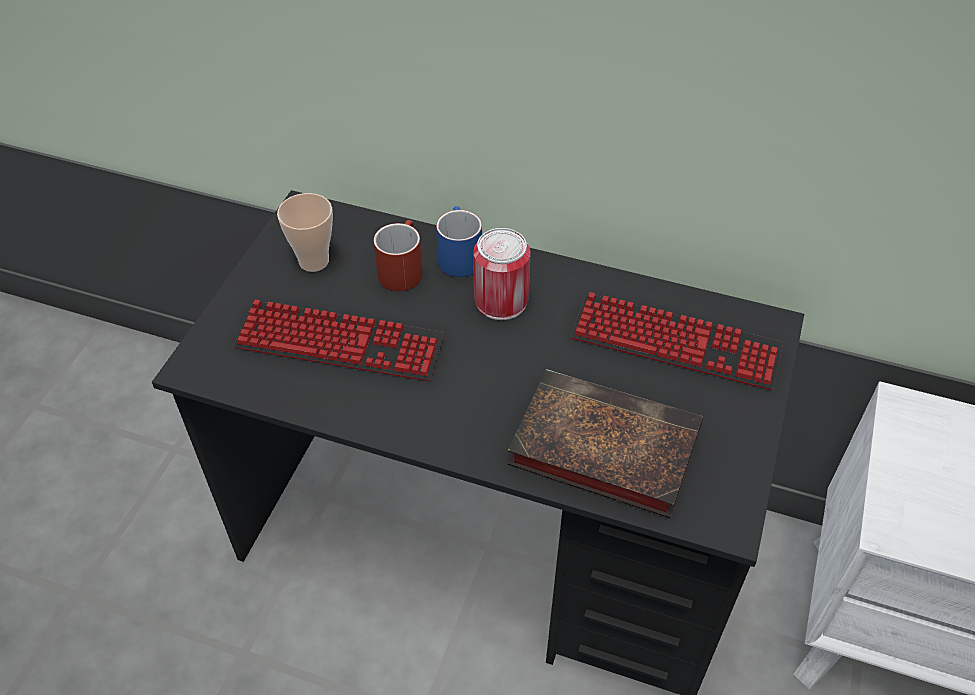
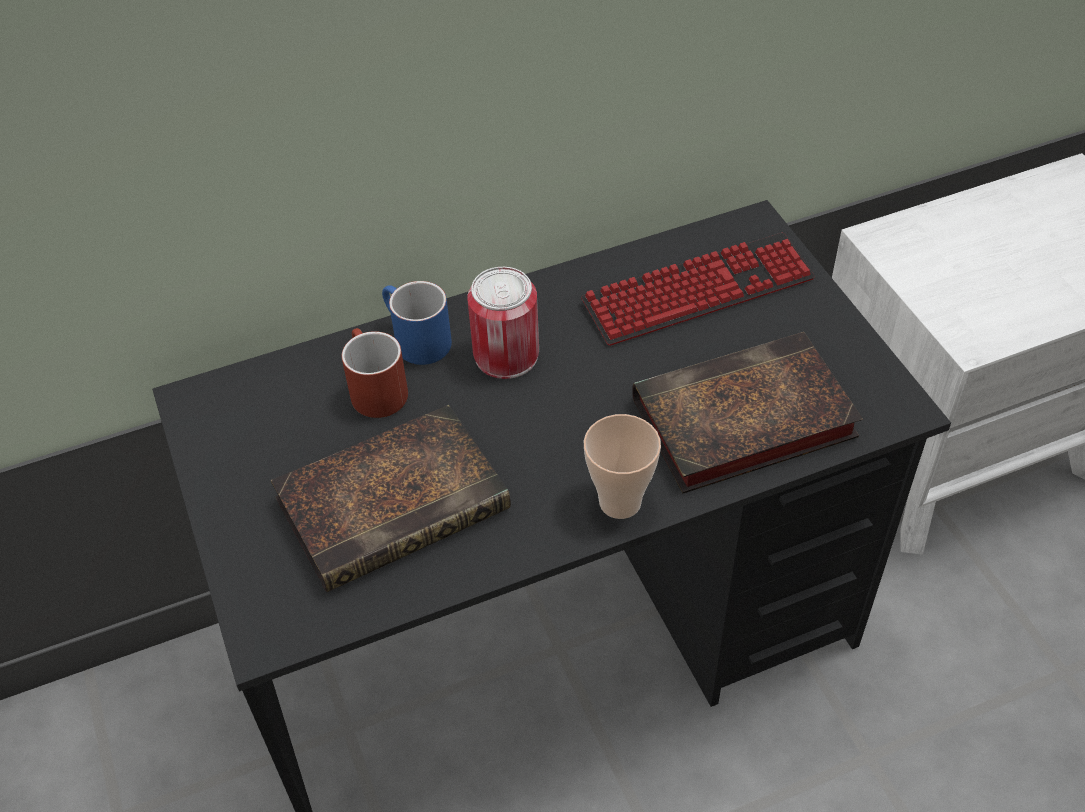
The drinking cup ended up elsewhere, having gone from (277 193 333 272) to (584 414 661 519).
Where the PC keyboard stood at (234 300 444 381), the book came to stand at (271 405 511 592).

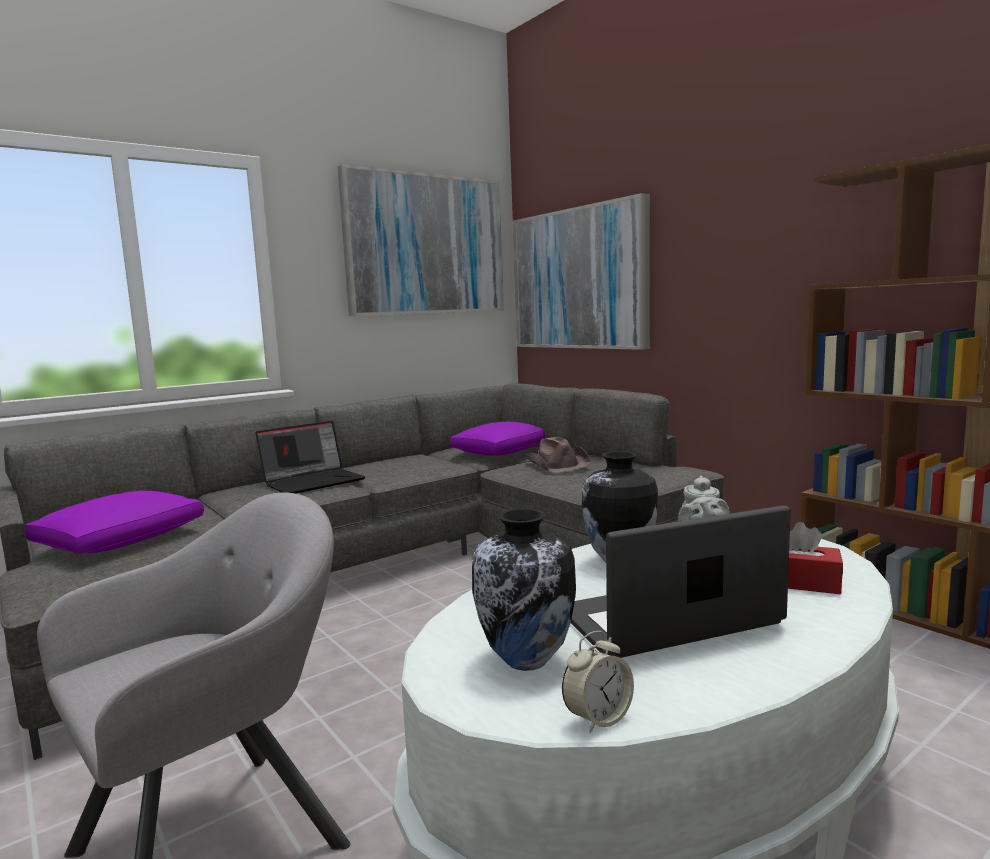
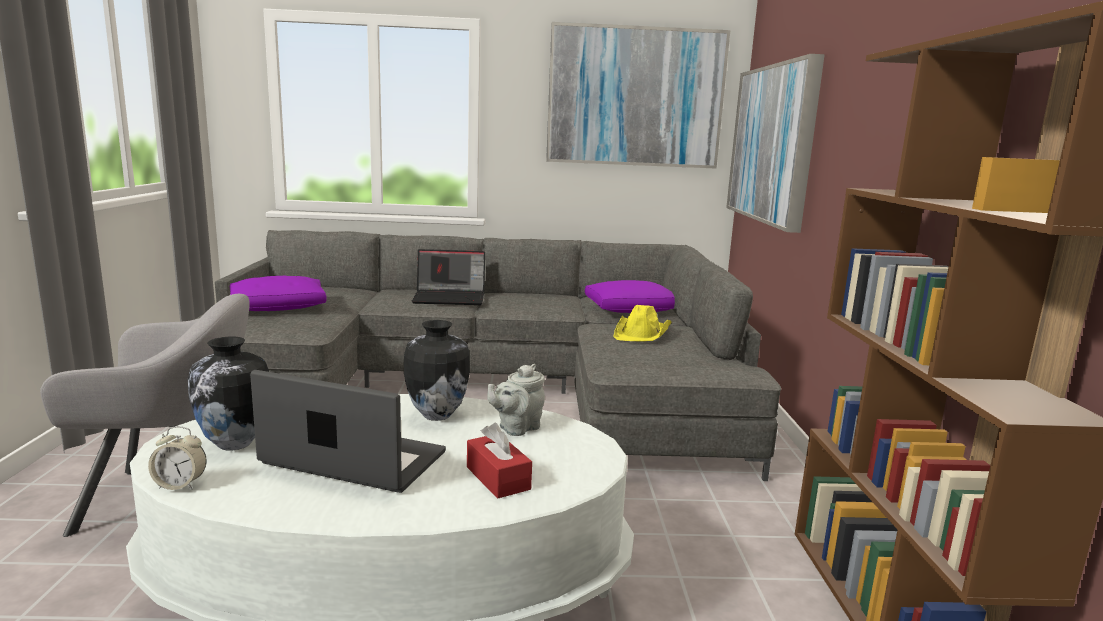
What was the brown wearable hat at (526 437 591 473) turned into the yellow wearable hat at (613 305 671 342).

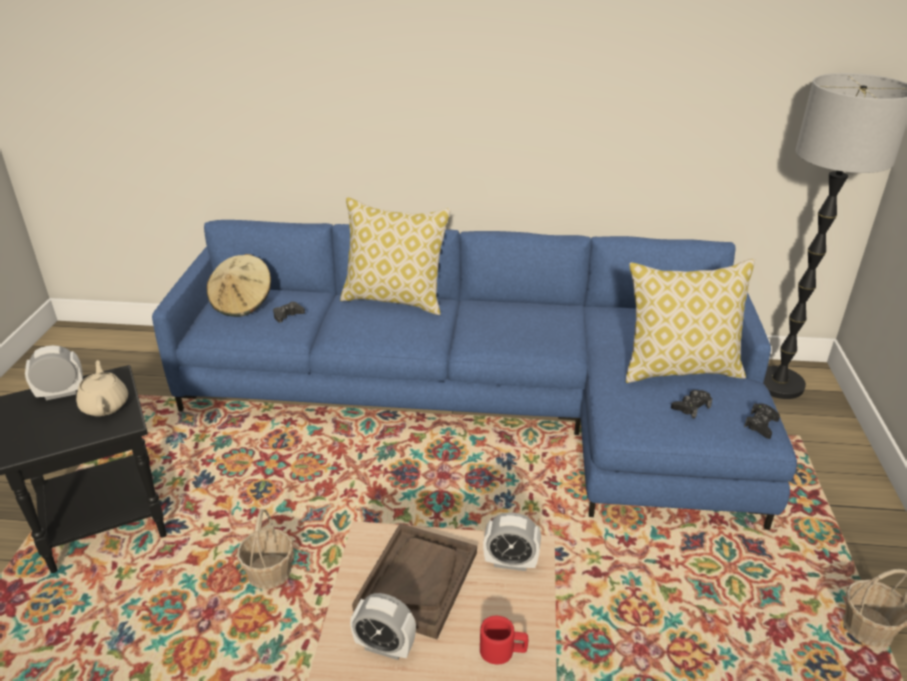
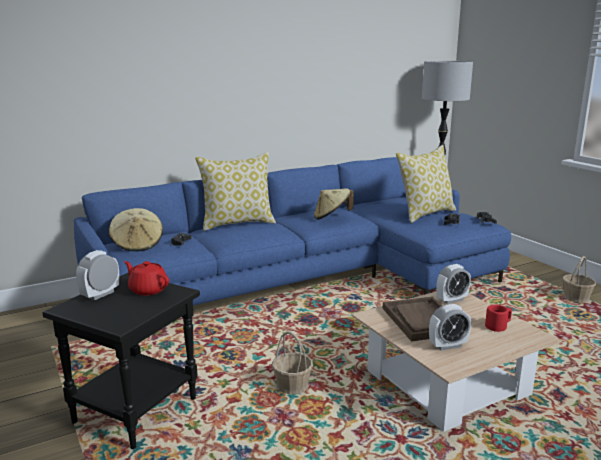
What was the beige-coloured pot for tea at (76 360 128 416) turned into the red pot for tea at (124 261 169 295).
The second view gained the beige-coloured wearable hat at (314 188 354 219).

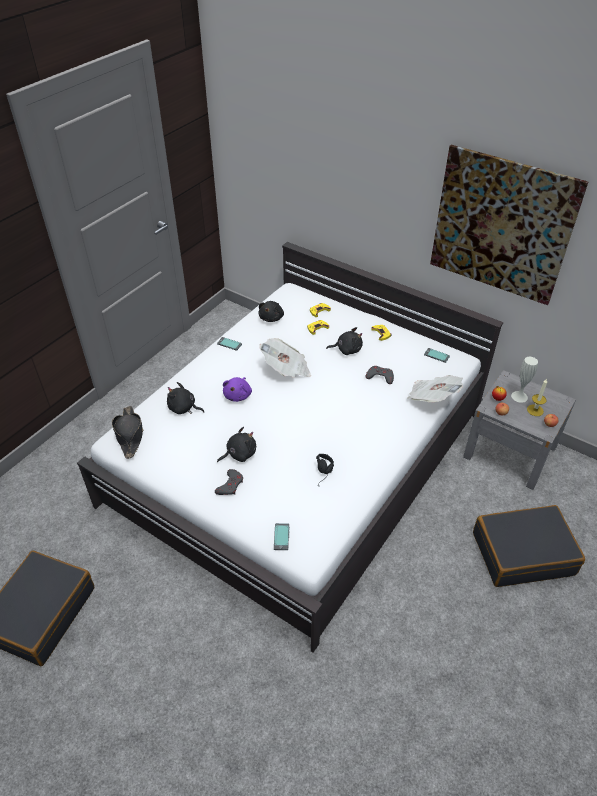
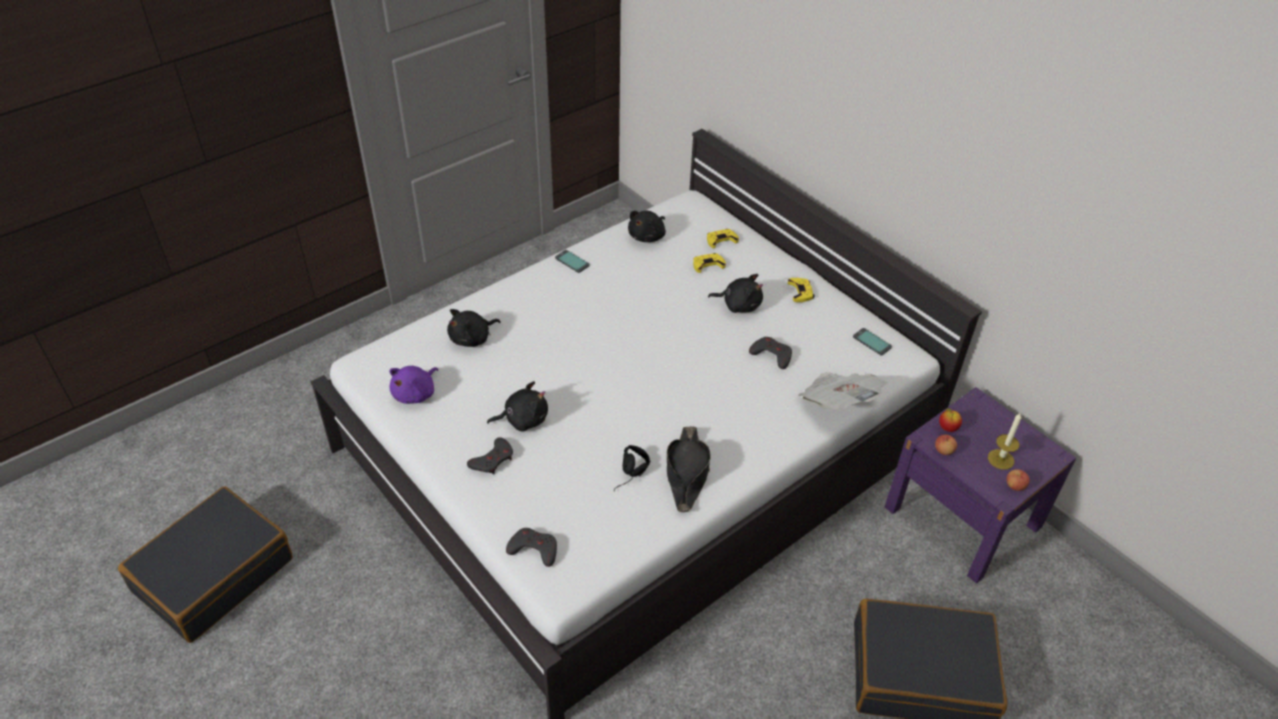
The second view lost the wall picture at (430 145 589 305).
The second view lost the newspaper at (259 338 311 378).
The second view lost the white-coloured decorative vase at (511 357 538 403).
What was the greyish night table at (463 370 576 490) turned into the purple-coloured night table at (885 387 1076 583).
The purple-coloured plush toy ended up elsewhere, having gone from (223 377 252 402) to (390 366 438 404).
The black-coloured plush toy at (167 382 204 414) ended up facing another way, 75 degrees counterclockwise from before.
The black-coloured wearable hat ended up elsewhere, having gone from (112 406 143 459) to (667 426 711 512).
Where the handset stood at (274 523 290 550), the greyish gamepad came to stand at (506 528 557 567).

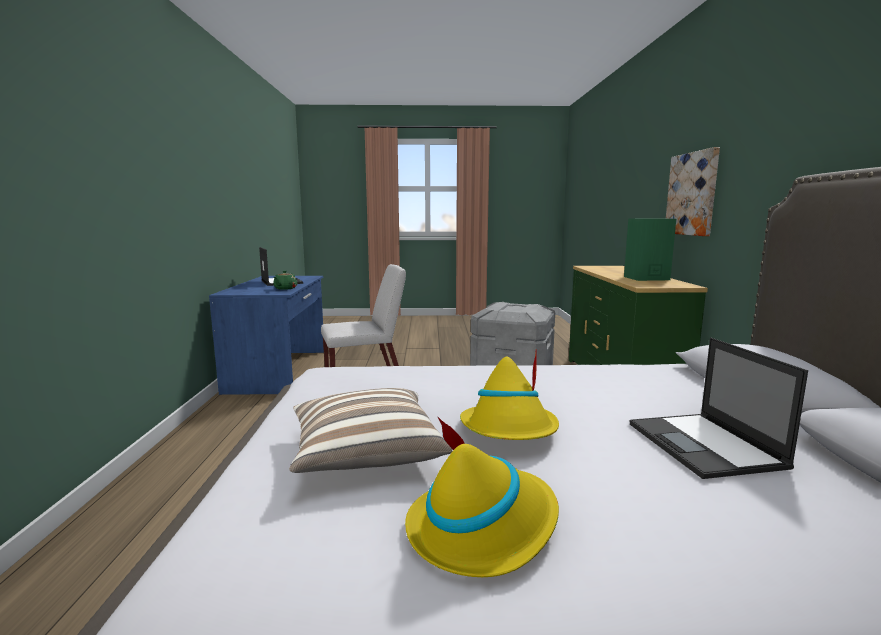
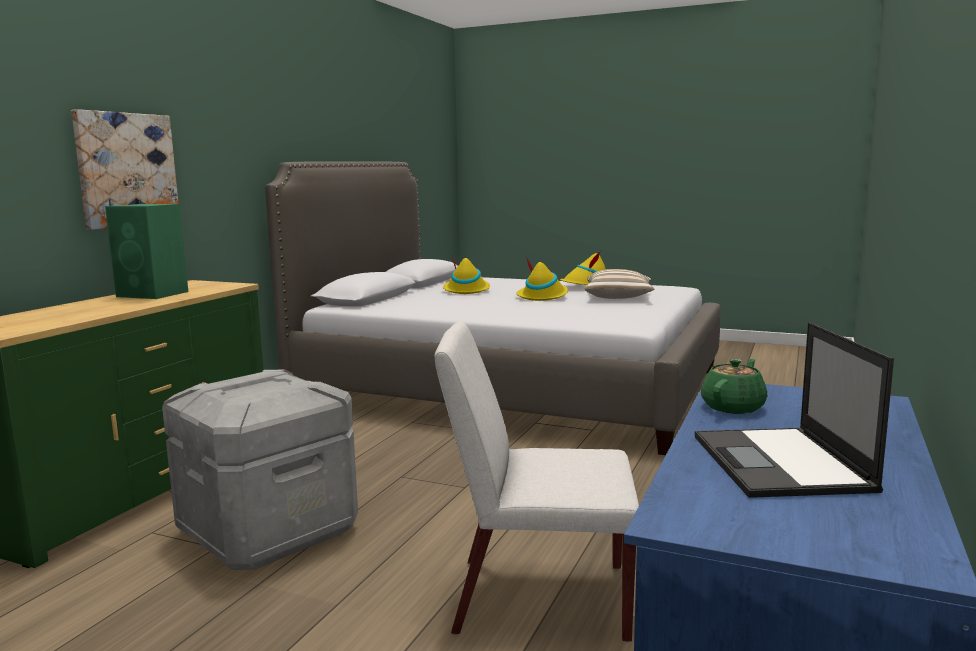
Where the portable computer stood at (630 337 808 479), the yellow wearable hat came to stand at (443 256 490 294).

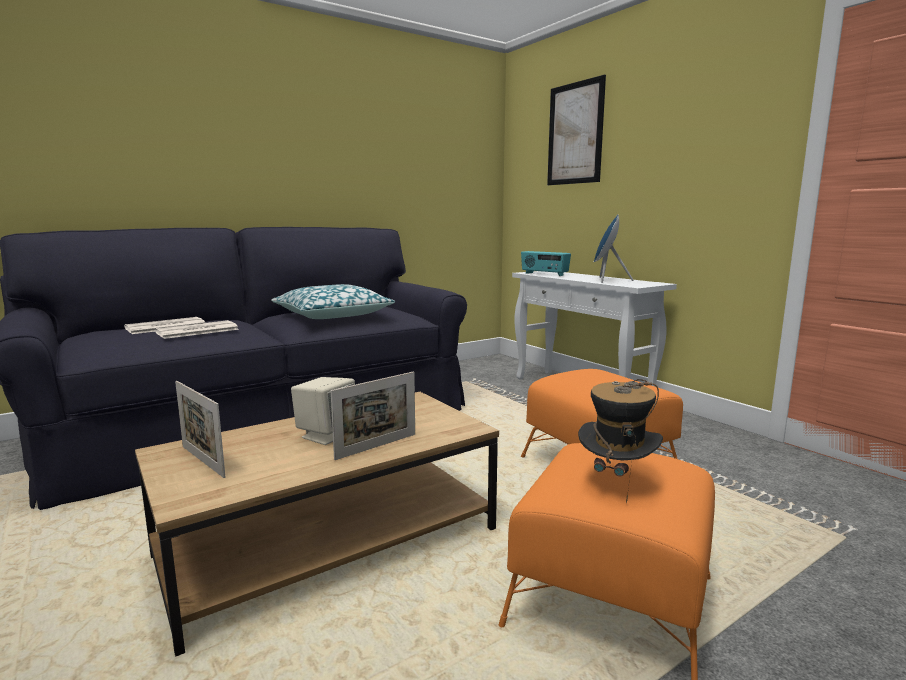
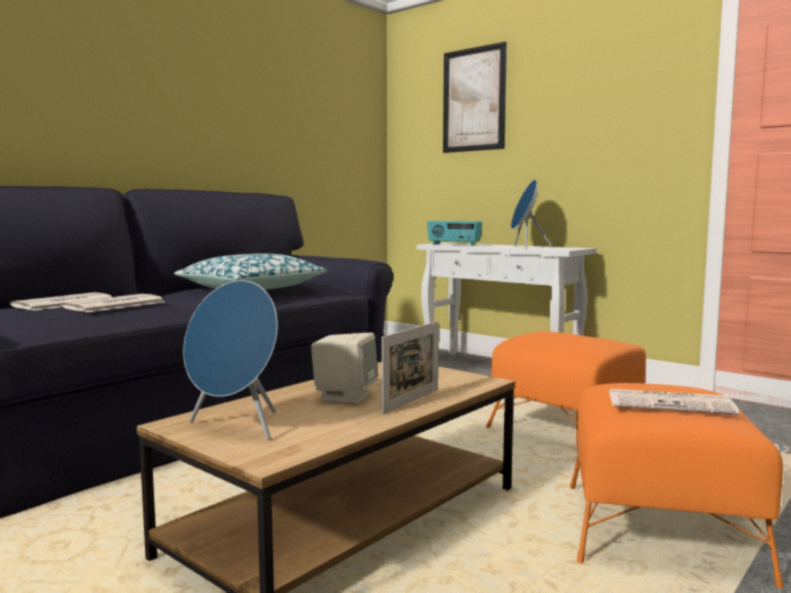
Where the wearable hat stood at (578 379 663 503), the newspaper came to stand at (609 389 739 415).
Where the photo frame stood at (175 381 226 478), the blue-coloured audio speaker came to stand at (183 280 278 440).

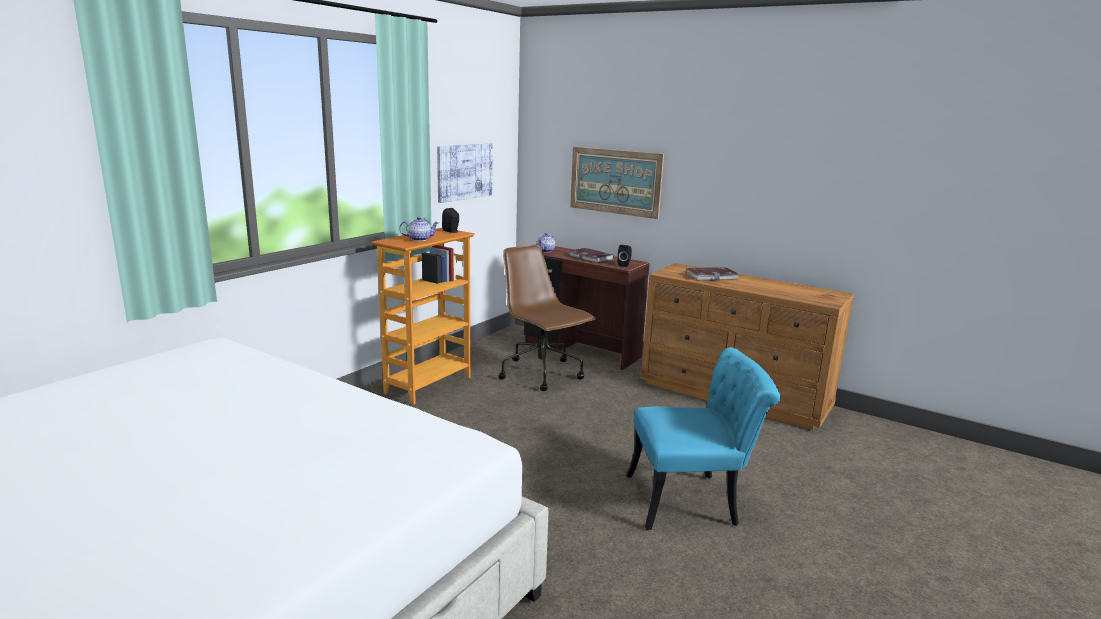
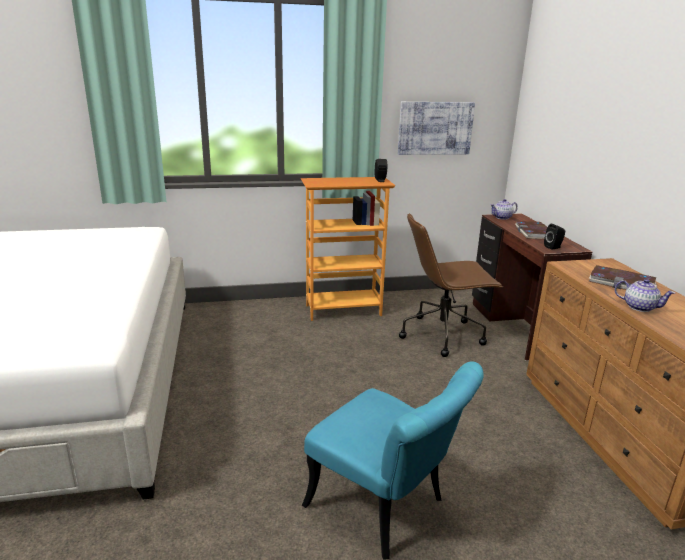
The second view lost the wall picture at (570 147 664 219).
The pot for tea ended up elsewhere, having gone from (399 217 439 241) to (615 279 675 312).
The brown computer chair at (498 245 596 391) ended up facing another way, 105 degrees counterclockwise from before.

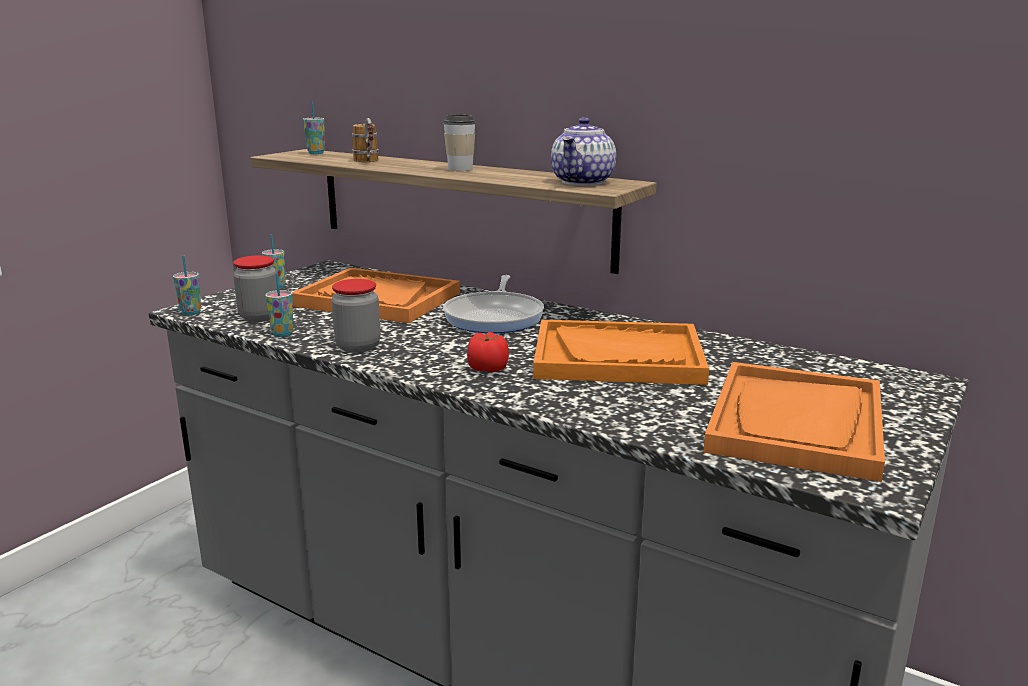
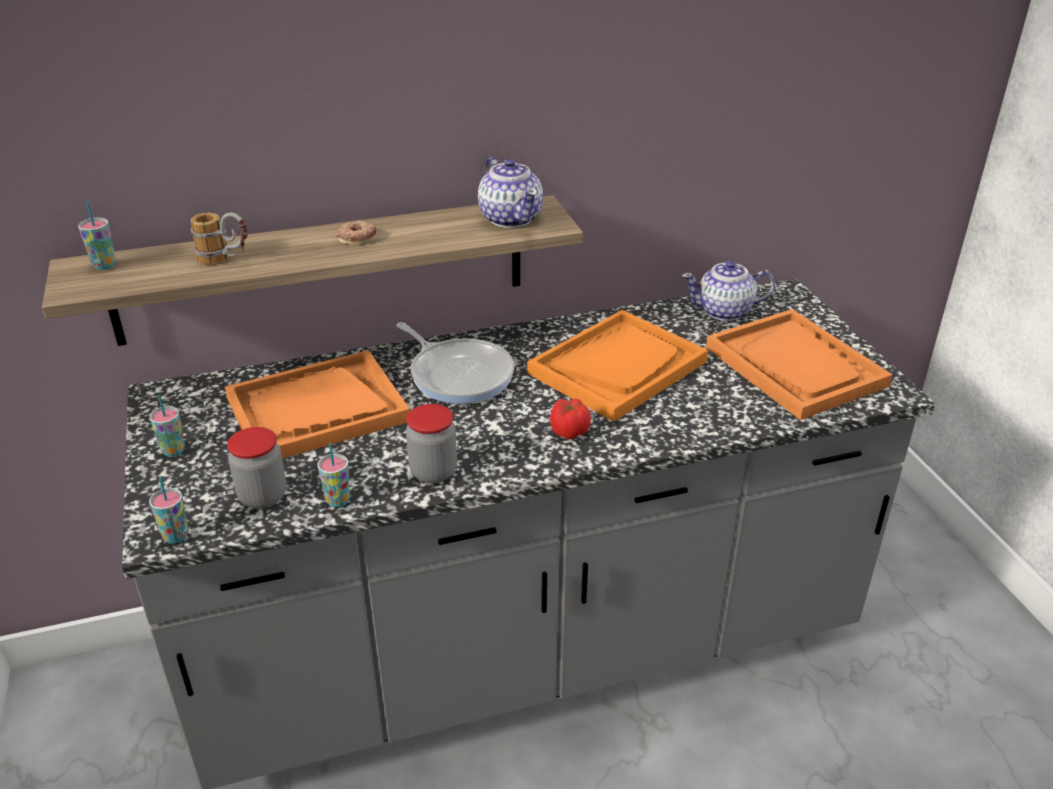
Where the drinking cup stood at (443 115 476 171), the ring doughnut came to stand at (336 220 377 246).
The second view gained the pot for tea at (682 261 775 321).

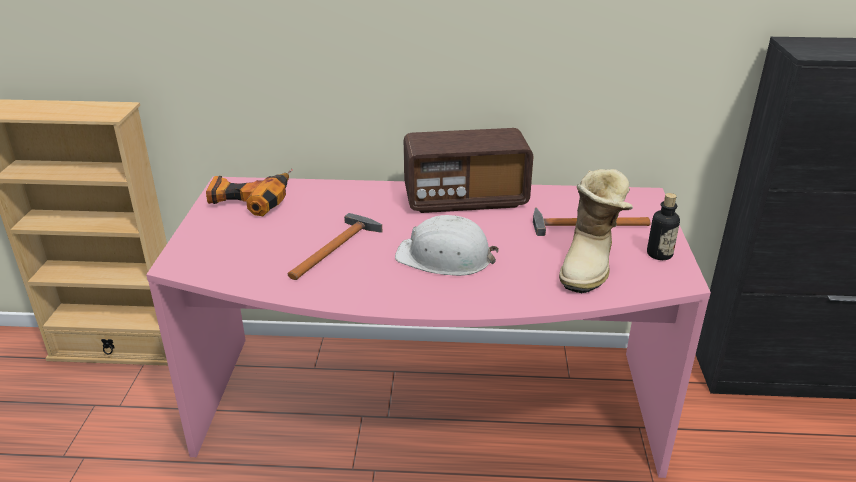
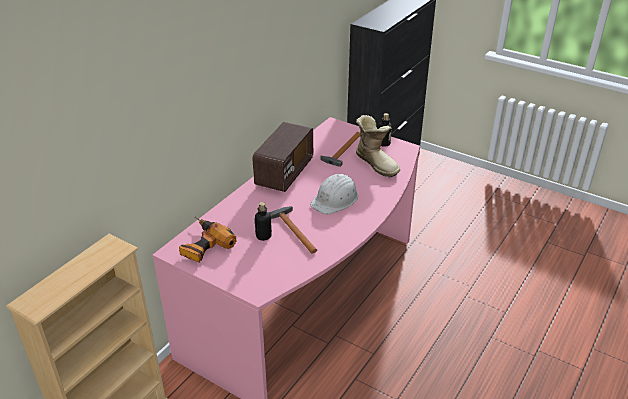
The second view gained the beverage bottle at (255 202 272 241).

